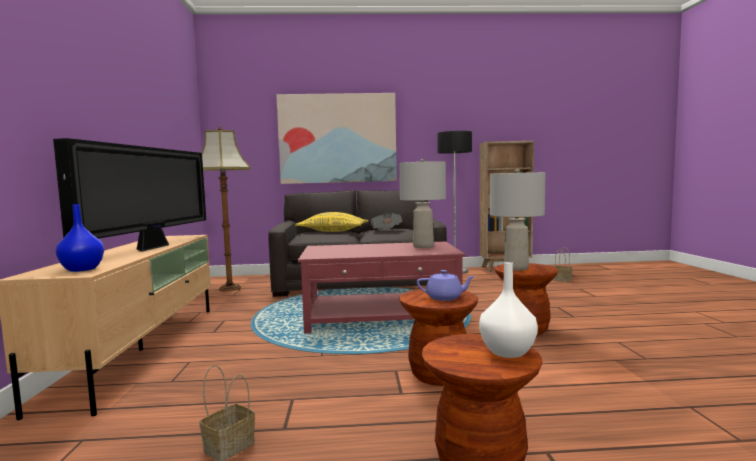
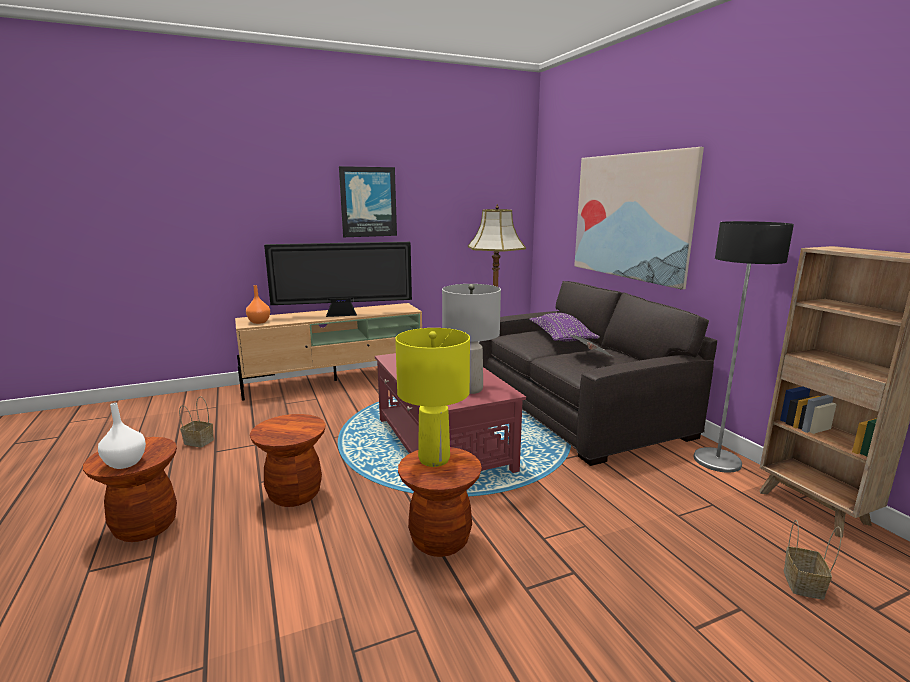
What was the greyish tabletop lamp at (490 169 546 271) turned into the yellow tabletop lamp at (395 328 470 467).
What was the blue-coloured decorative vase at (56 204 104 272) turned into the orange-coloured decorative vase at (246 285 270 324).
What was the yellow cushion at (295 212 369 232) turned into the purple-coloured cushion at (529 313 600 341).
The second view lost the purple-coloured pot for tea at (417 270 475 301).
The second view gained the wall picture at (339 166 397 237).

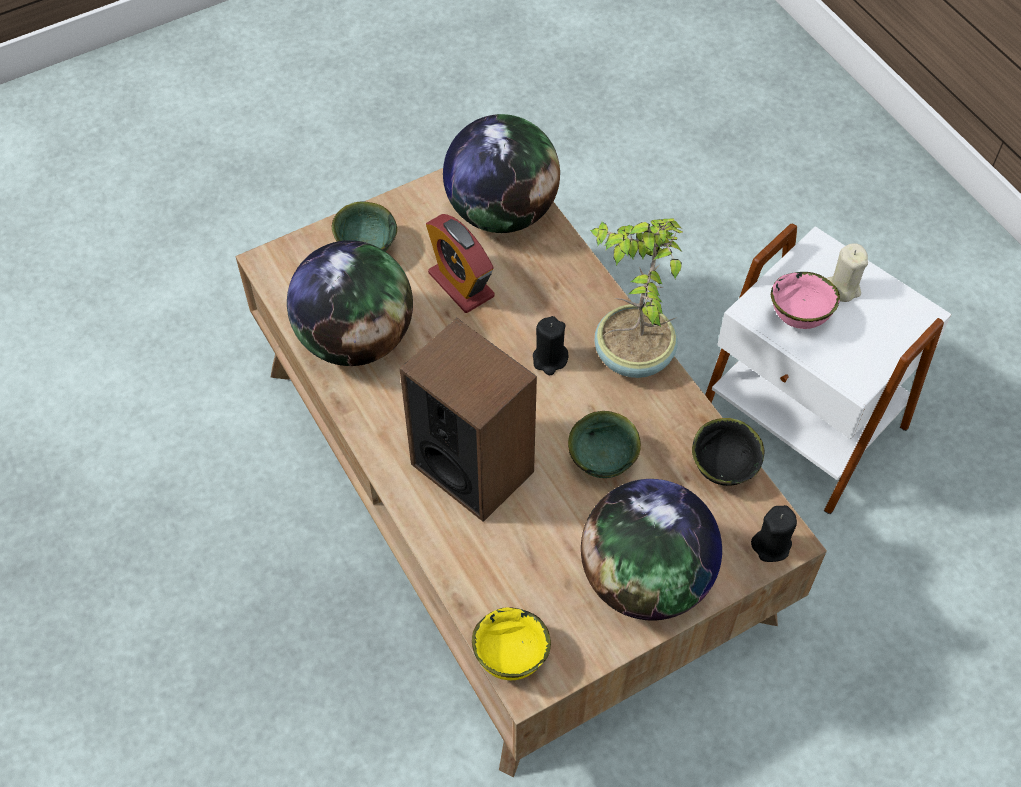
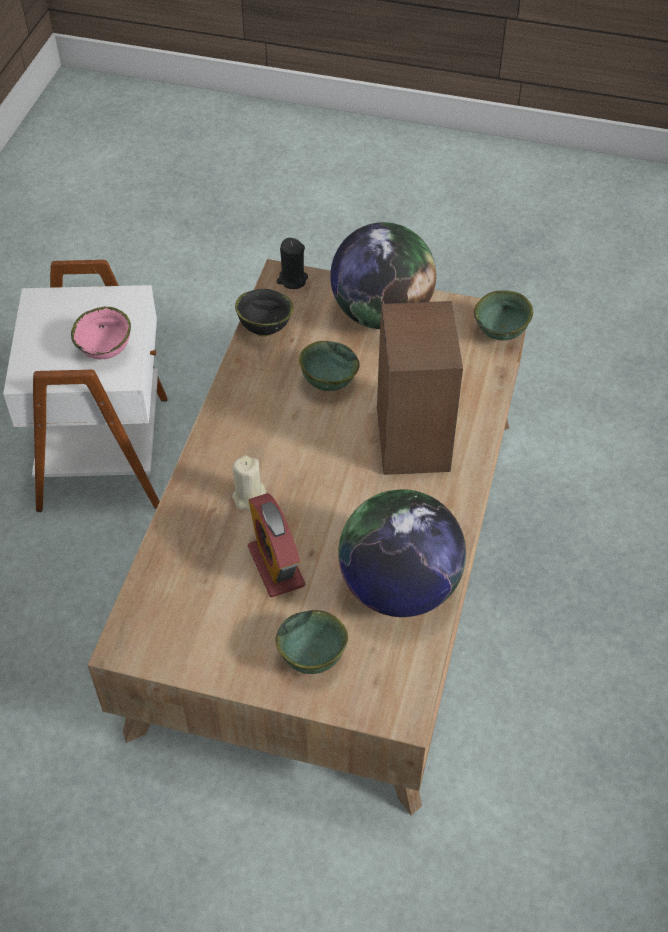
The second view lost the world globe at (443 114 560 233).
The table clock at (426 214 494 313) ended up facing another way, 150 degrees clockwise from before.
The second view lost the houseplant at (590 218 683 378).
The beige-coloured candle ended up elsewhere, having gone from (826 243 868 302) to (232 455 266 512).
The second view lost the black-coloured candle at (533 316 569 375).
What was the yellow deep dish at (472 607 551 680) turned into the green deep dish at (474 290 533 340).

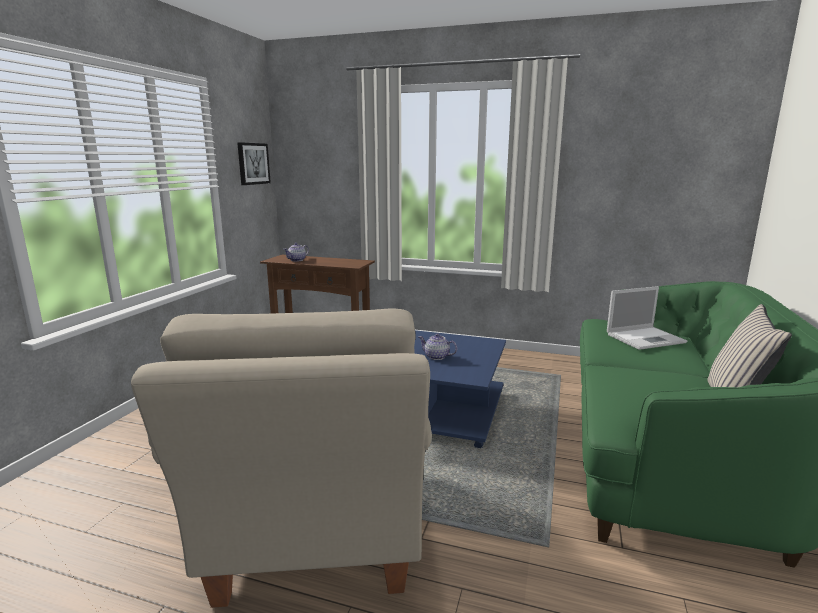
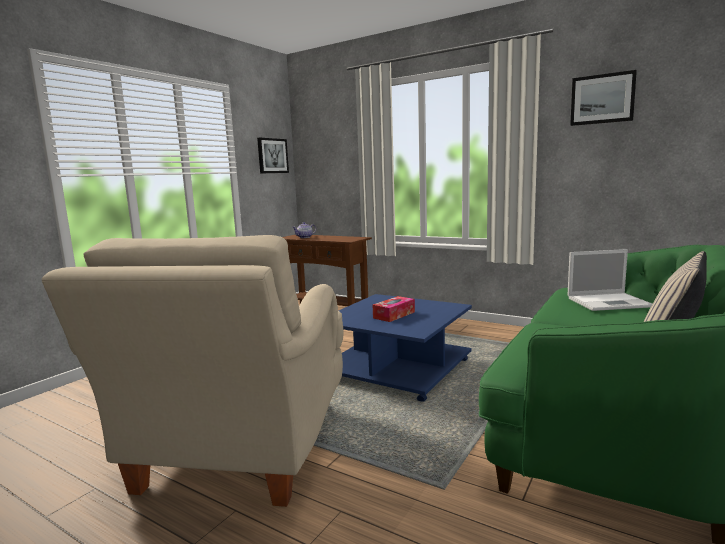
Where the pot for tea stood at (418 333 457 360), the tissue box came to stand at (373 296 415 322).
The second view gained the wall picture at (570 70 637 126).

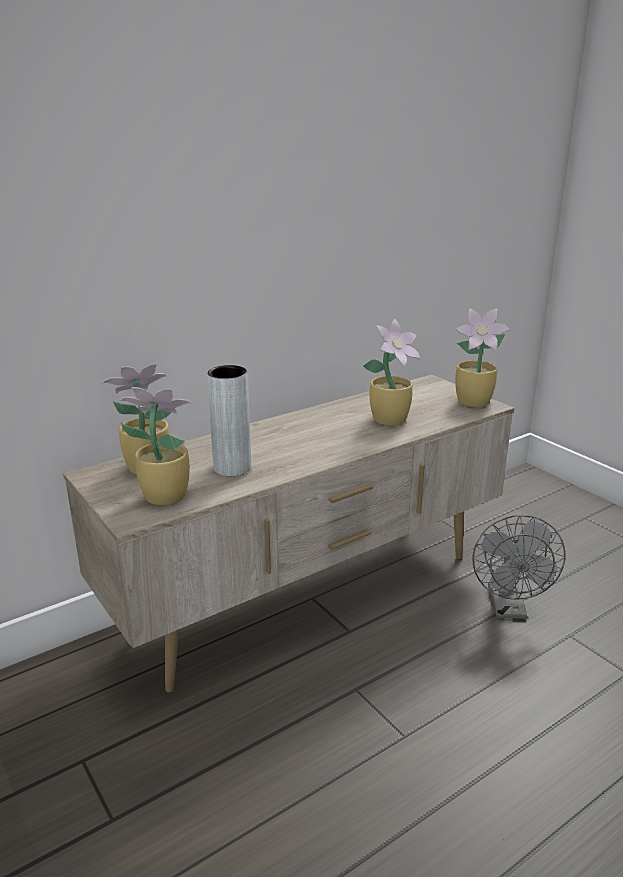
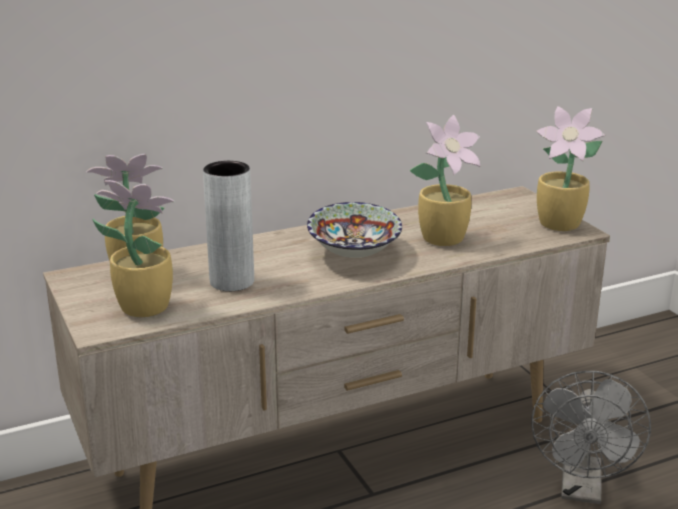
The second view gained the deep dish at (307 202 402 258).

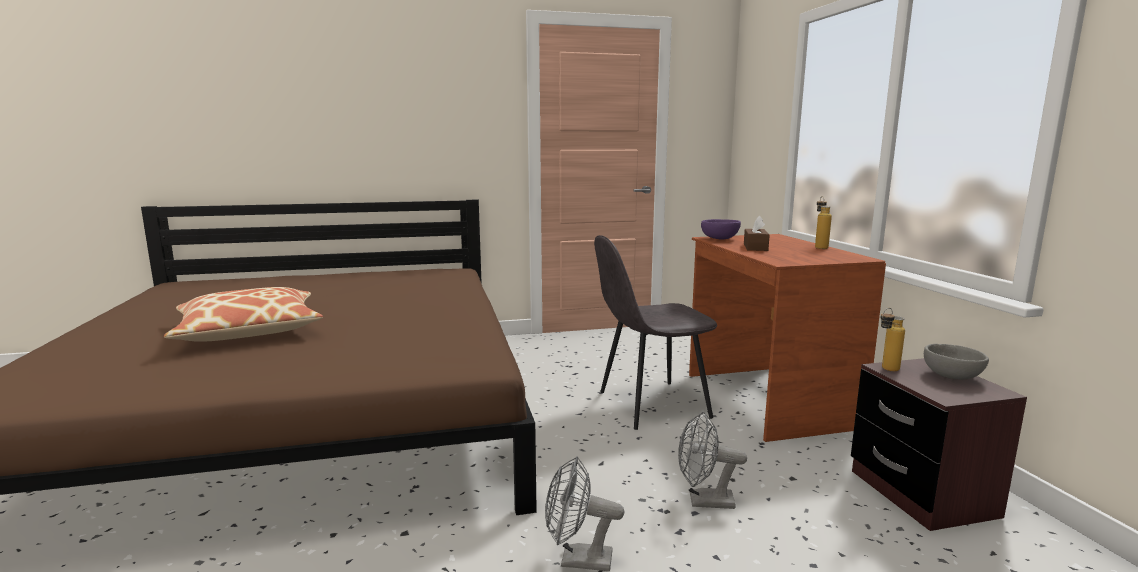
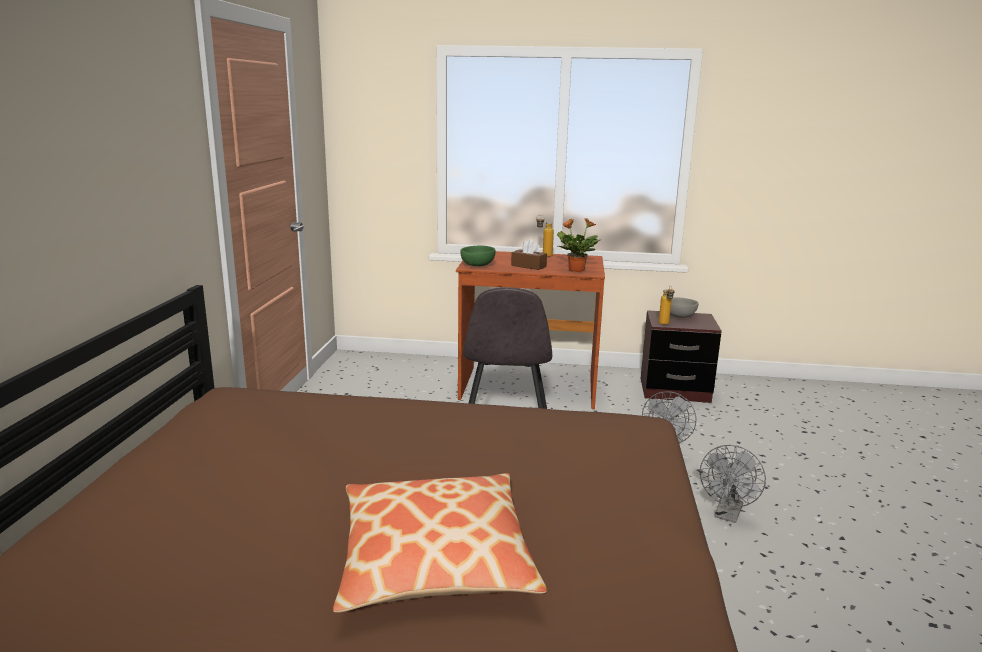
What was the purple-coloured deep dish at (701 219 741 240) turned into the green deep dish at (460 246 496 266).
The second view gained the houseplant at (557 218 601 272).

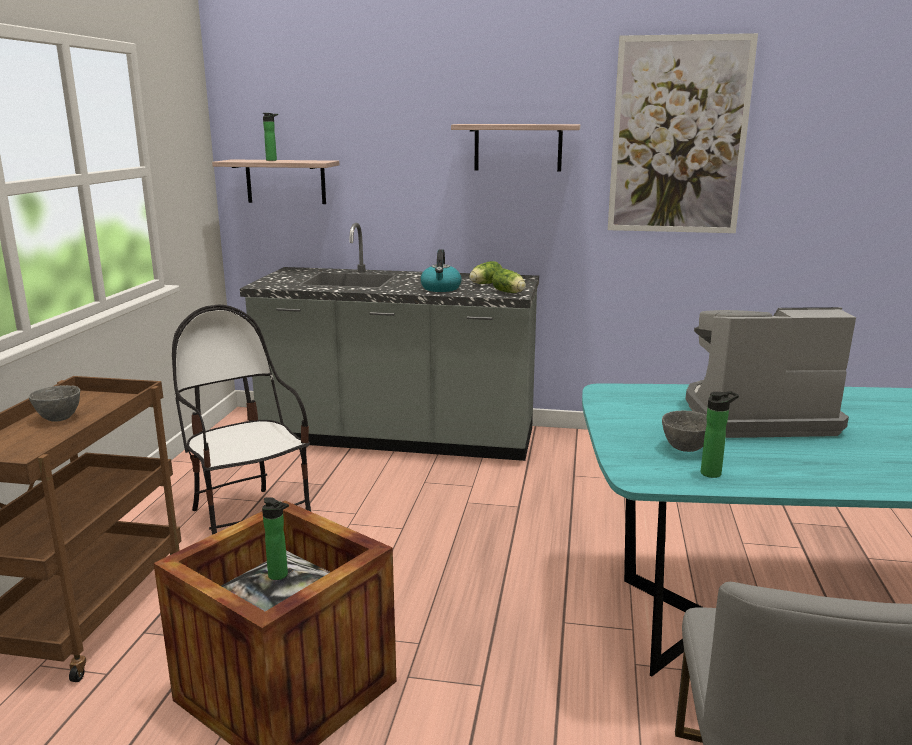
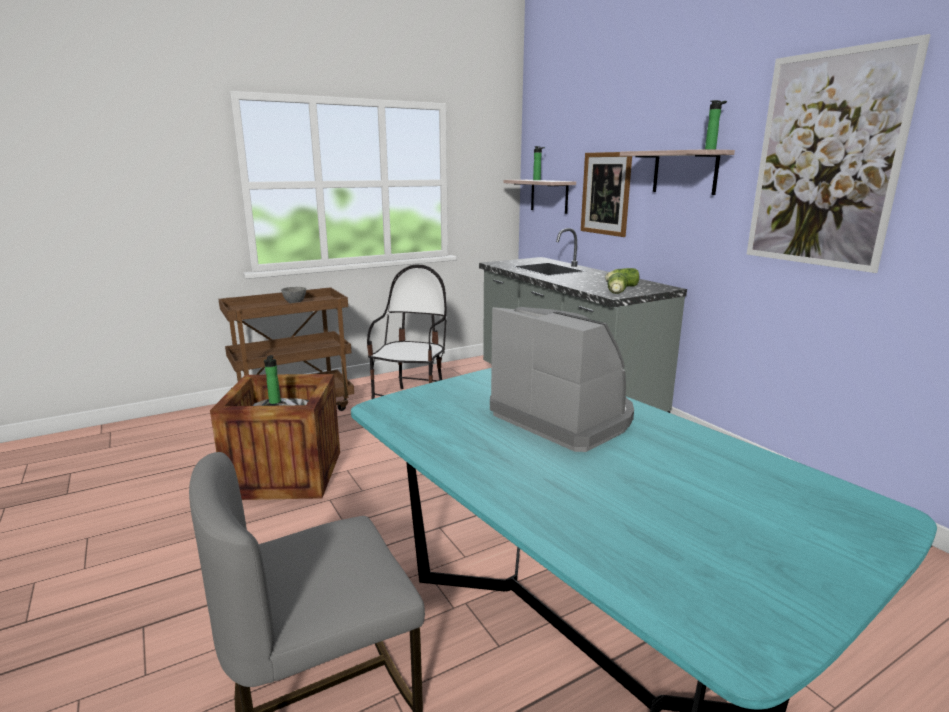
The second view lost the tea kettle at (421 249 462 292).
The beverage bottle ended up elsewhere, having gone from (701 391 739 478) to (705 100 727 150).
The second view lost the greyish deep dish at (662 410 707 452).
The second view gained the wall picture at (581 152 632 237).

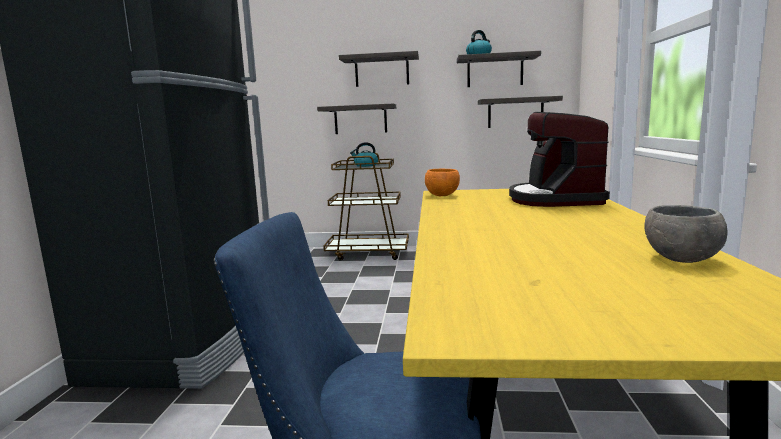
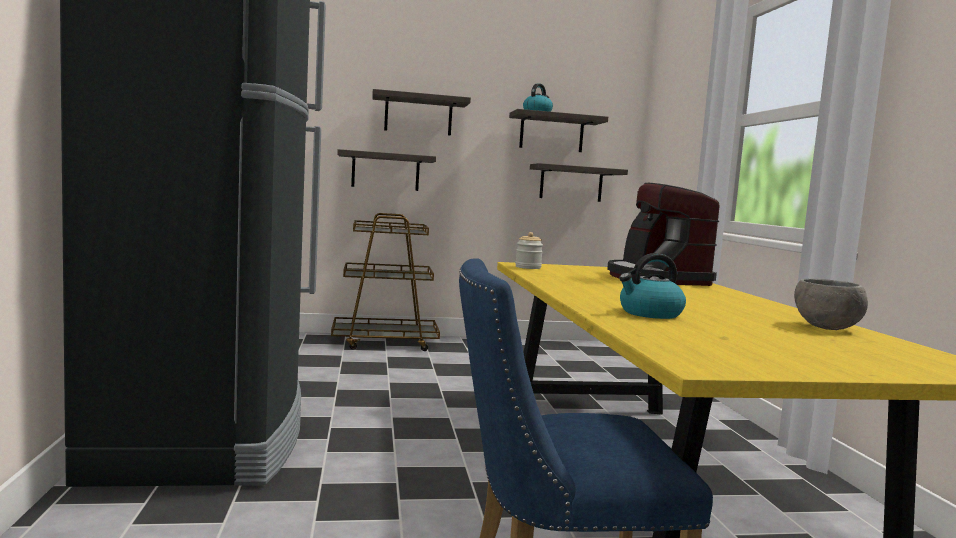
The tea kettle ended up elsewhere, having gone from (350 142 378 167) to (619 253 686 319).
Where the orange-coloured deep dish stood at (425 169 460 196), the jar came to stand at (515 232 543 269).

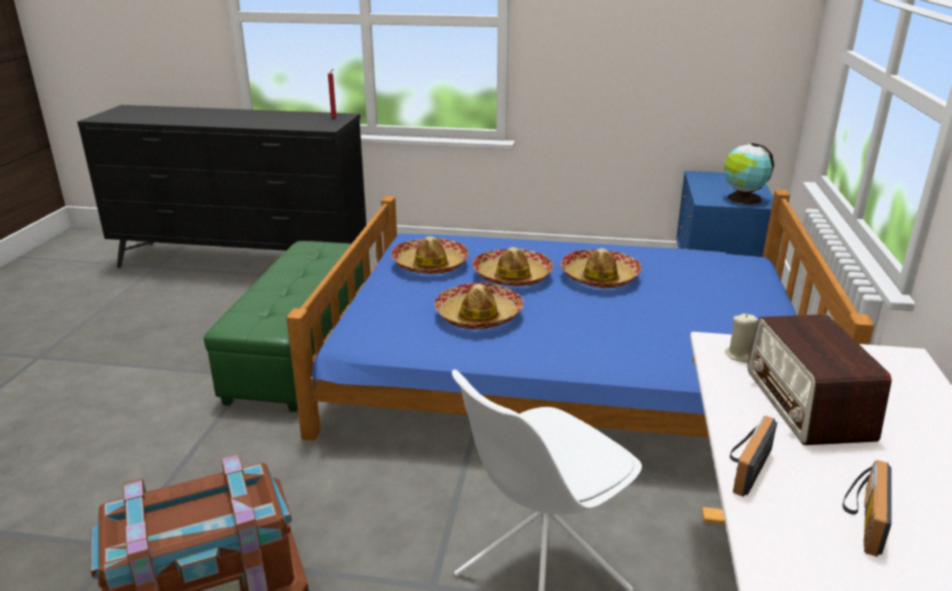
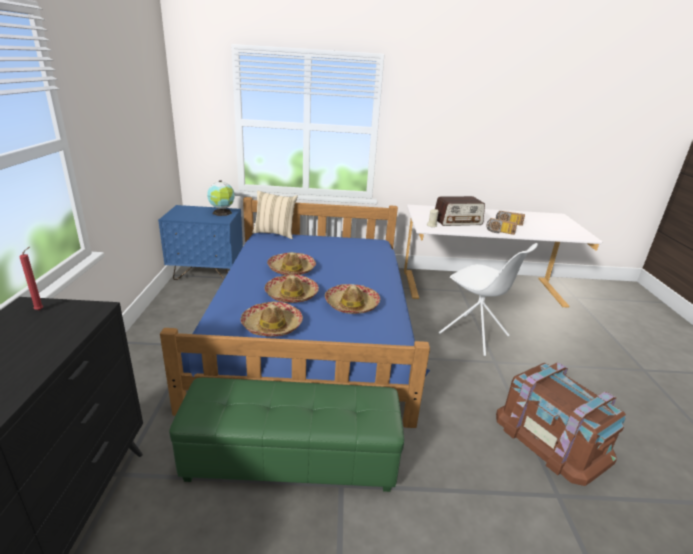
The second view gained the beige-coloured cushion at (252 190 298 239).

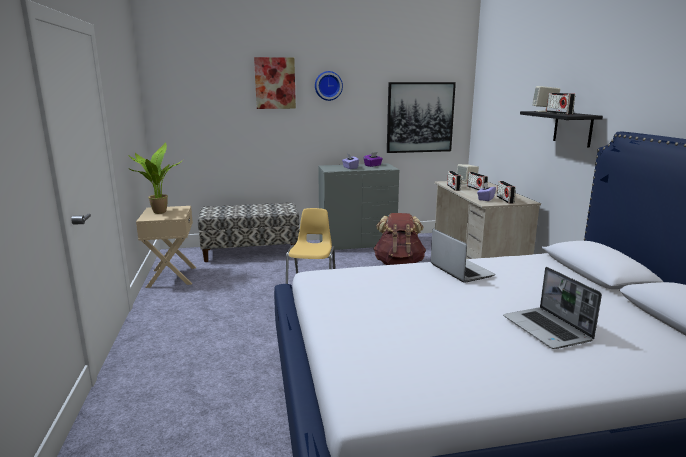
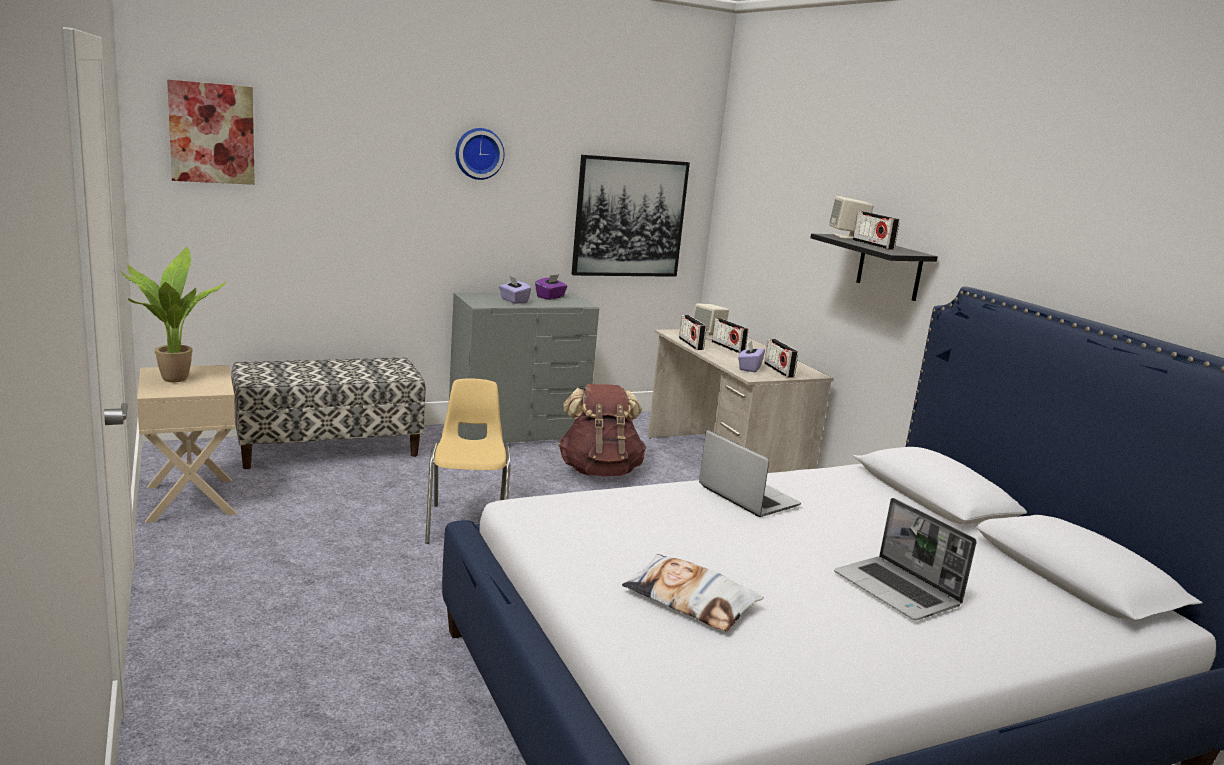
The wall picture ended up elsewhere, having gone from (254 57 296 109) to (167 79 255 185).
The second view gained the cushion at (622 554 763 632).

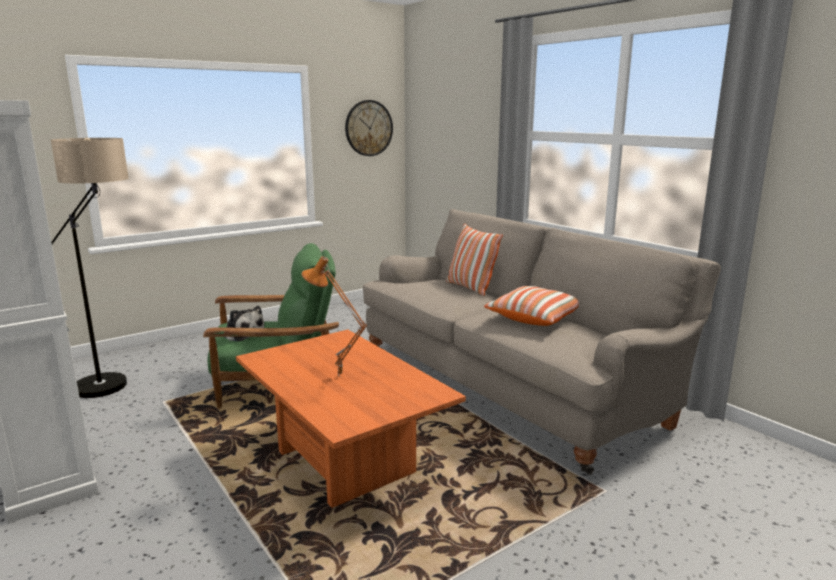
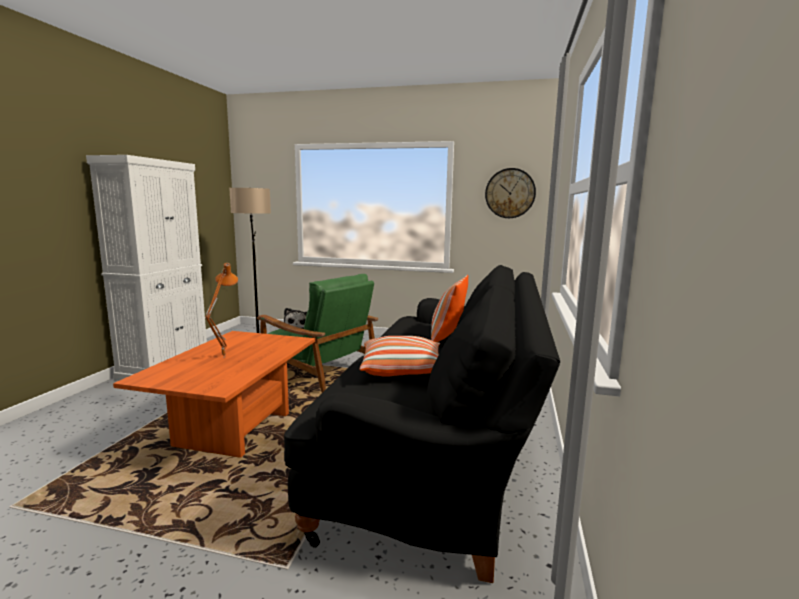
What was the beige-coloured settee at (363 209 721 475) turned into the black-coloured settee at (284 265 560 583).

